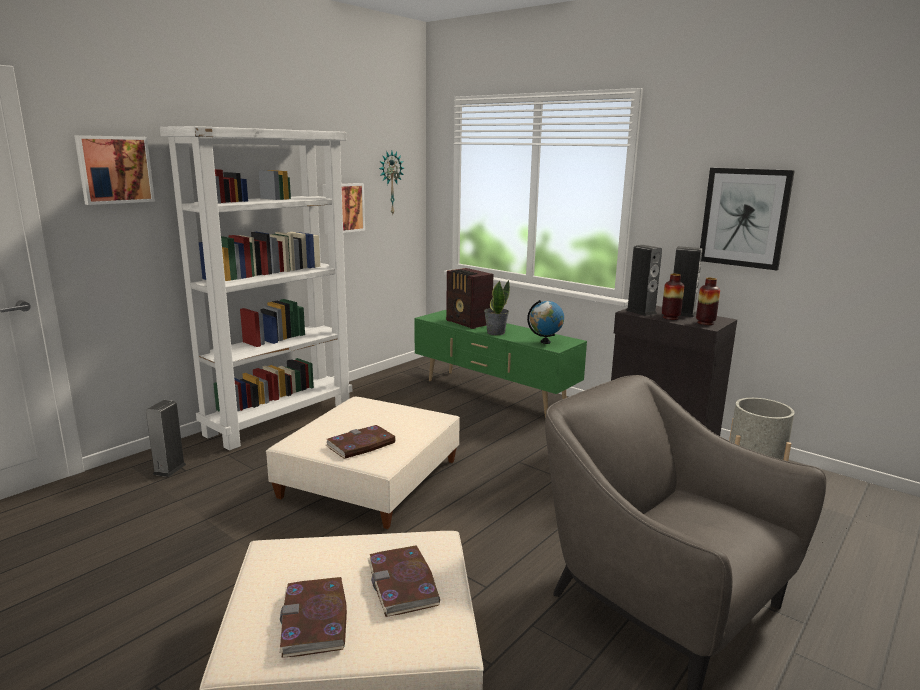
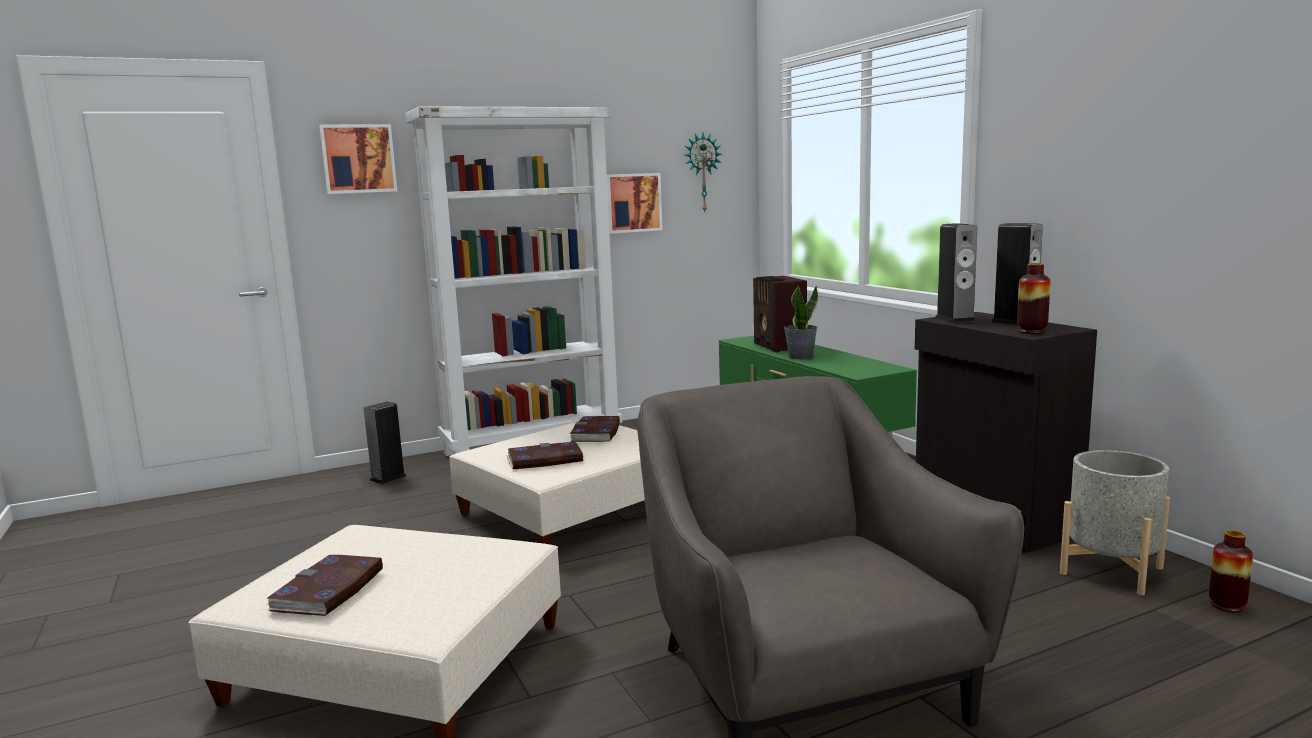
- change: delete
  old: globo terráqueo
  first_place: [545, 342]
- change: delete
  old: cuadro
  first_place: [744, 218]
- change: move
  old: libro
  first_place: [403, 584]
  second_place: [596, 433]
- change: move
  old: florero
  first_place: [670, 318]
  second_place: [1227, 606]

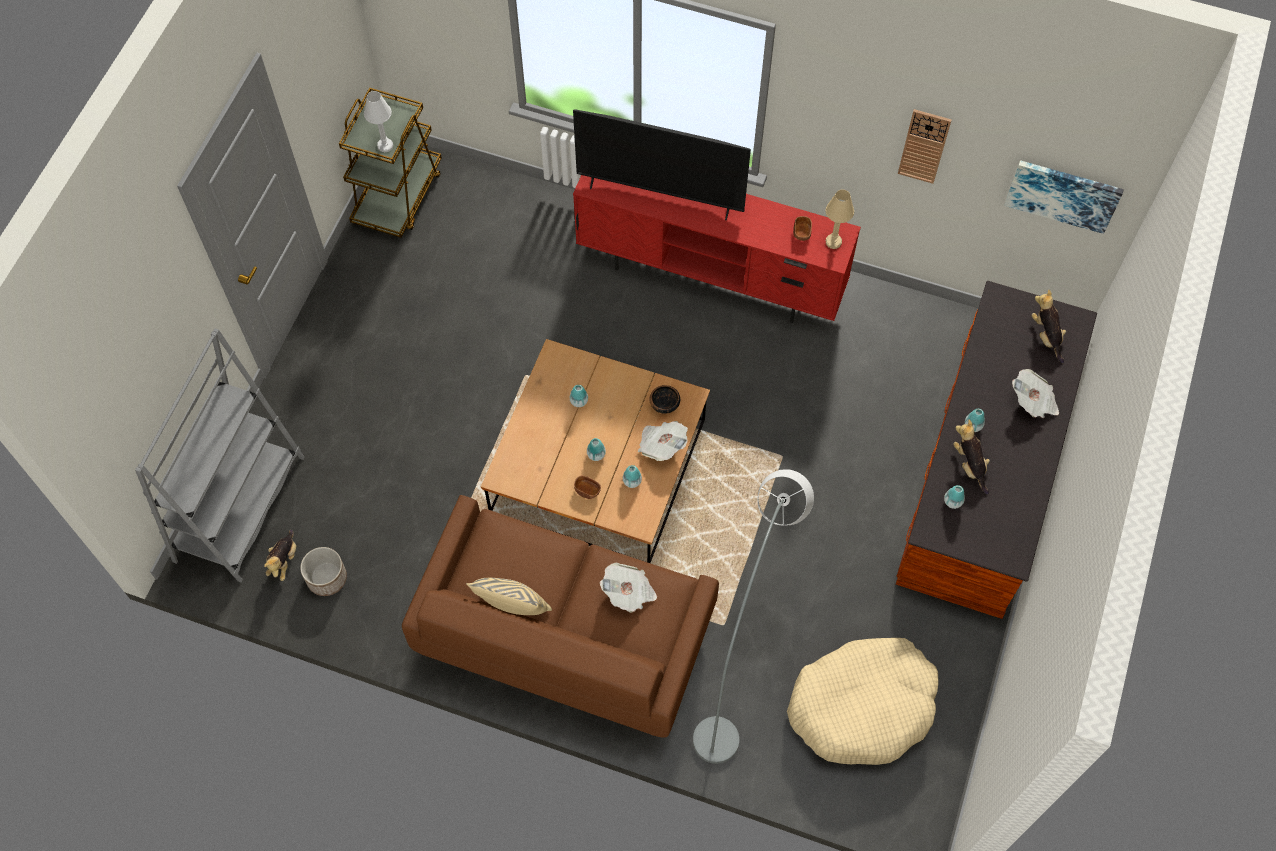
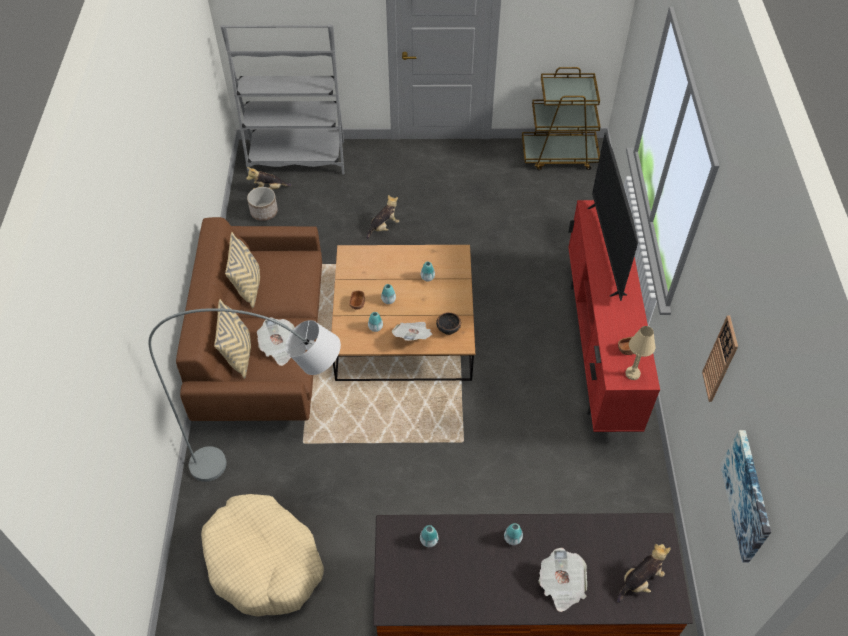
- change: delete
  old: lámpara de mesa [blanco]
  first_place: [385, 146]
- change: insert
  new: cojín [beis]
  second_place: [238, 354]
- change: move
  old: peluche
  first_place: [970, 465]
  second_place: [384, 227]

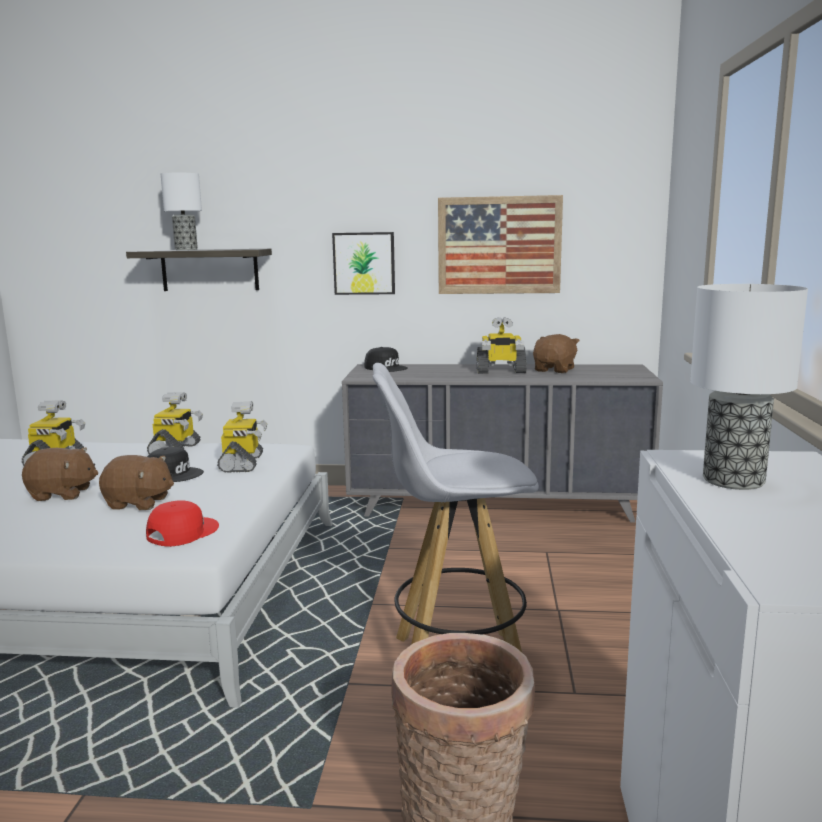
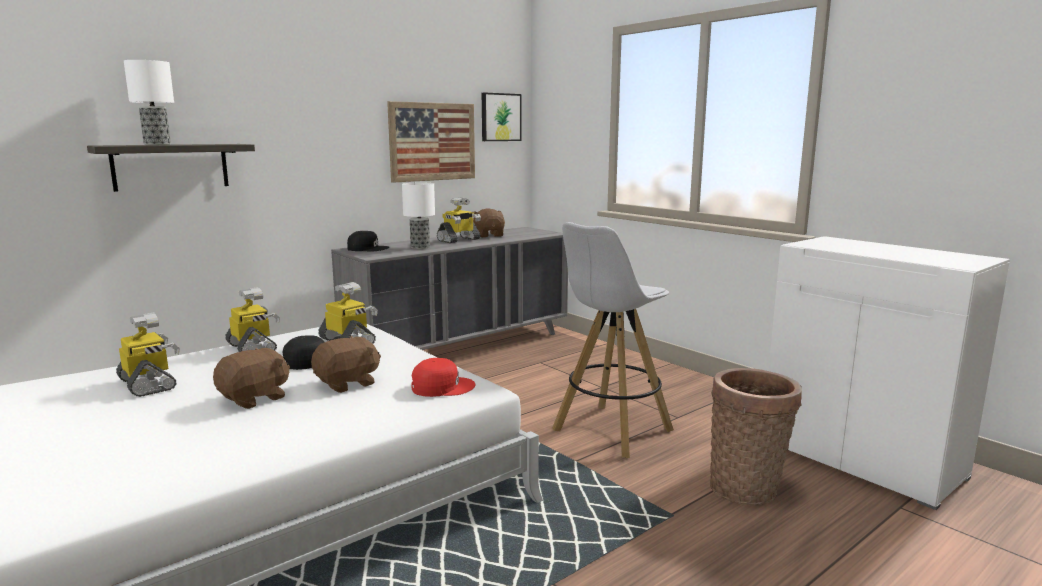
- change: move
  old: cuadro
  first_place: [364, 263]
  second_place: [500, 117]
- change: move
  old: lámpara de mesa
  first_place: [734, 481]
  second_place: [420, 247]
- change: rotate
  old: gorra [rojo]
  first_place: [182, 532]
  second_place: [442, 386]
  degrees: 90

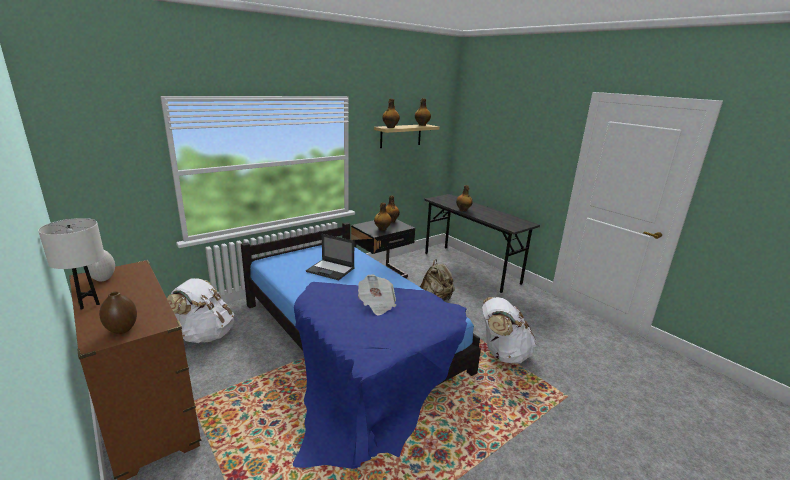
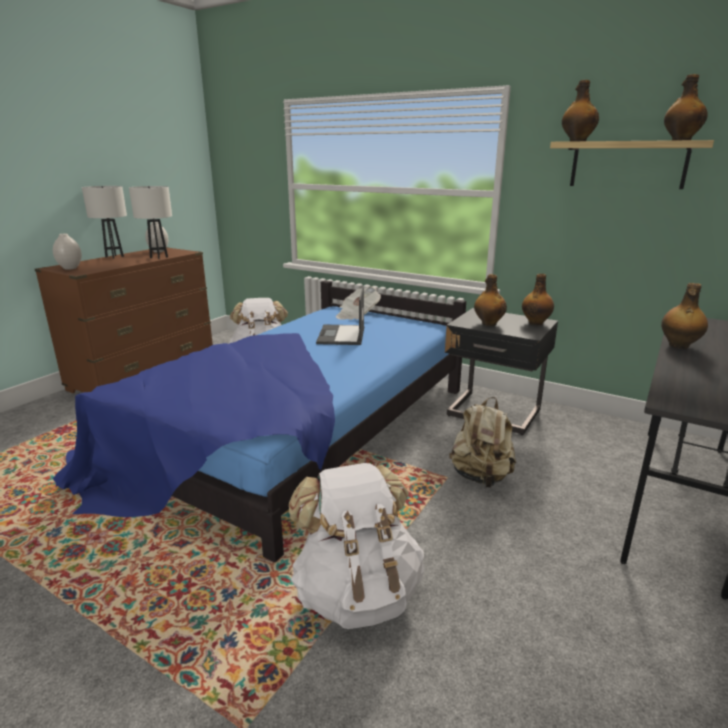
- change: insert
  new: lámpara de mesa [blanco]
  second_place: [159, 257]
- change: move
  old: periódico
  first_place: [376, 304]
  second_place: [357, 315]
- change: recolor
  old: florero [marrón]
  new: florero [blanco]
  first_place: [123, 330]
  second_place: [70, 268]

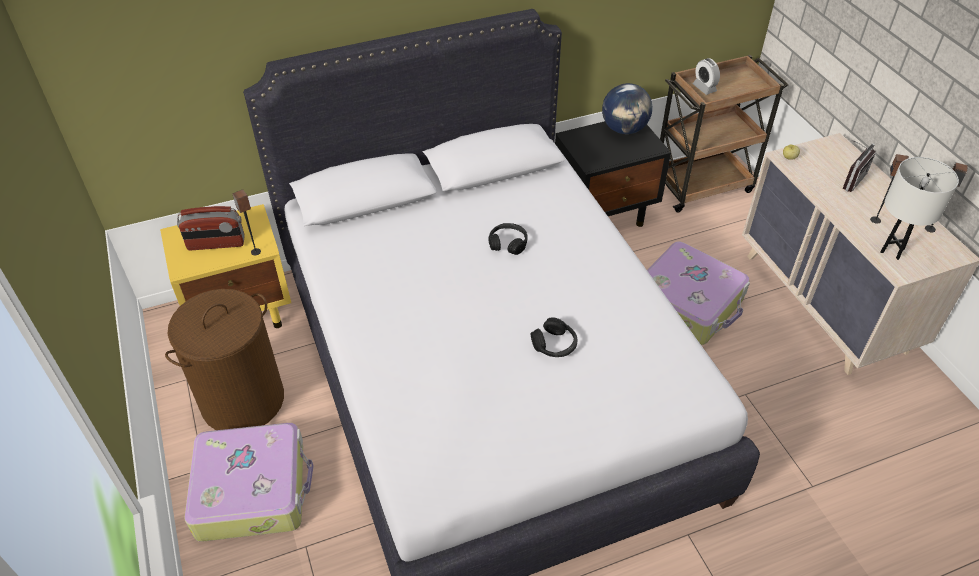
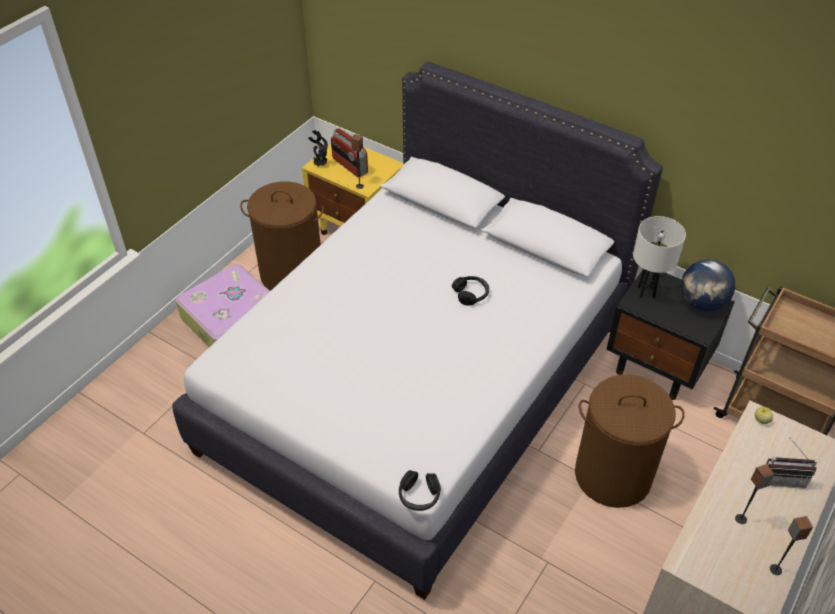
- change: delete
  old: despertador
  first_place: [704, 88]
- change: insert
  new: planta en maceta
  second_place: [320, 165]
- change: move
  old: auriculares [negro]
  first_place: [554, 345]
  second_place: [419, 496]
- change: move
  old: lámpara de mesa [blanco]
  first_place: [892, 251]
  second_place: [646, 292]
- change: replace
  old: maleta
  new: cesto de la ropa [marrón]
  first_place: [688, 303]
  second_place: [613, 474]

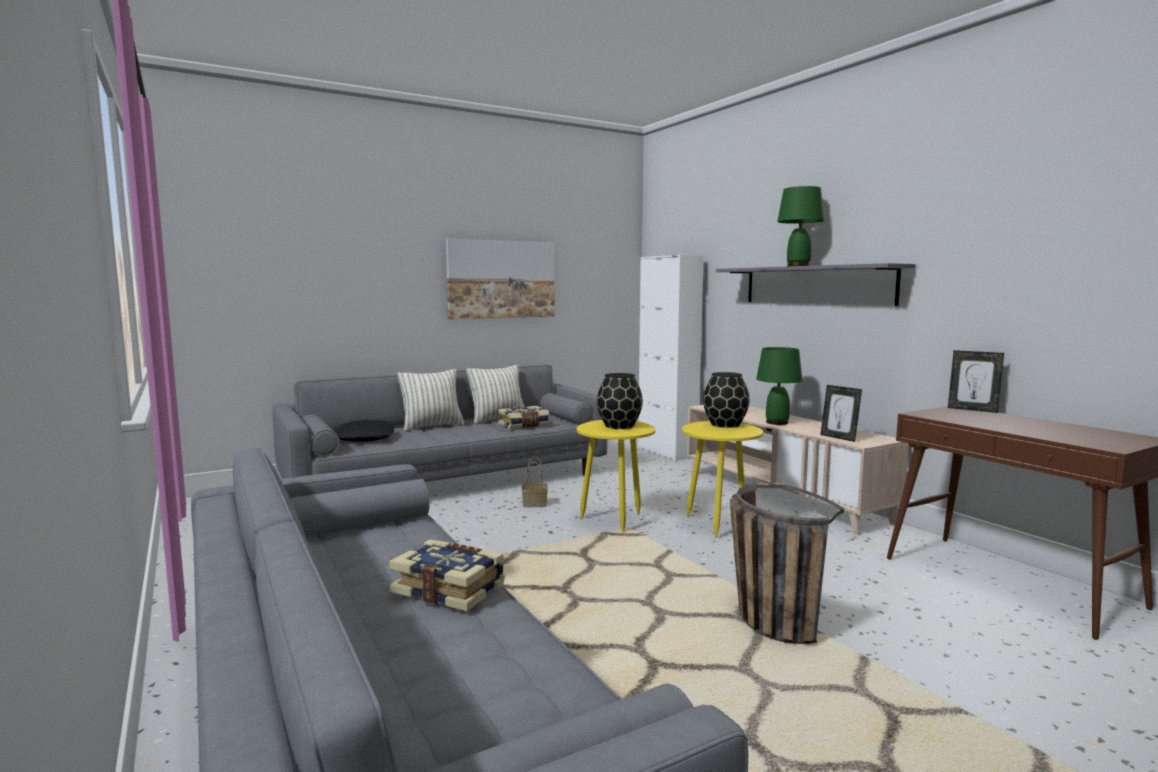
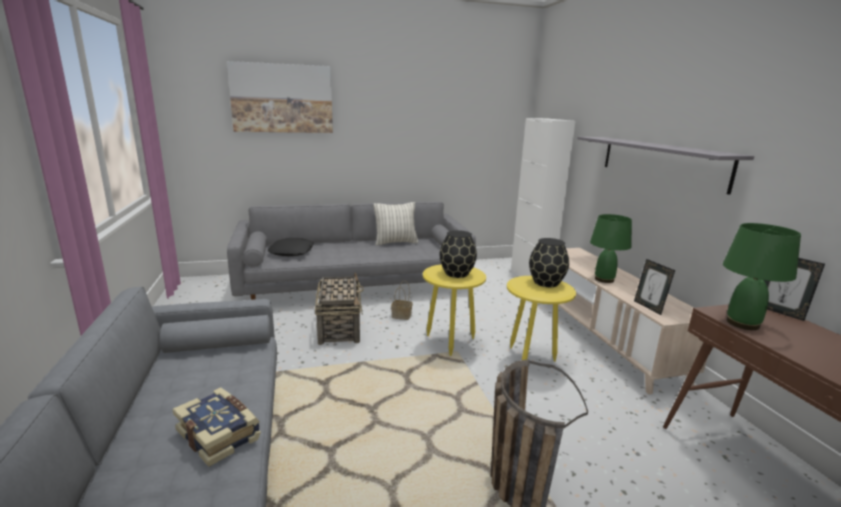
- change: delete
  old: cojín
  first_place: [432, 426]
- change: delete
  old: libro
  first_place: [524, 425]
- change: insert
  new: cesta
  second_place: [339, 327]
- change: move
  old: cuadro
  first_place: [501, 279]
  second_place: [282, 98]
- change: move
  old: lámpara de mesa [verde]
  first_place: [797, 266]
  second_place: [742, 323]

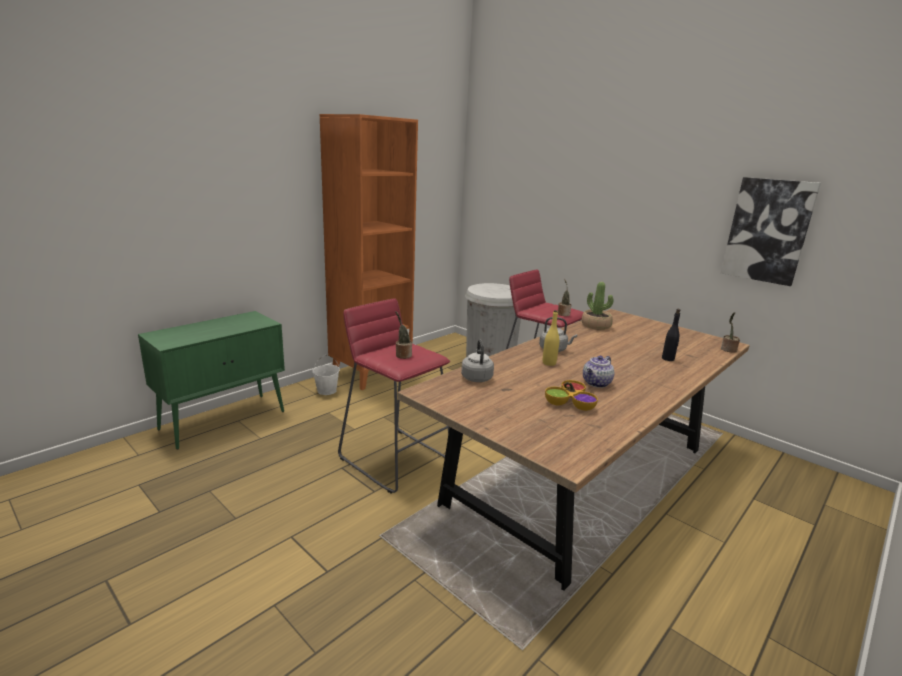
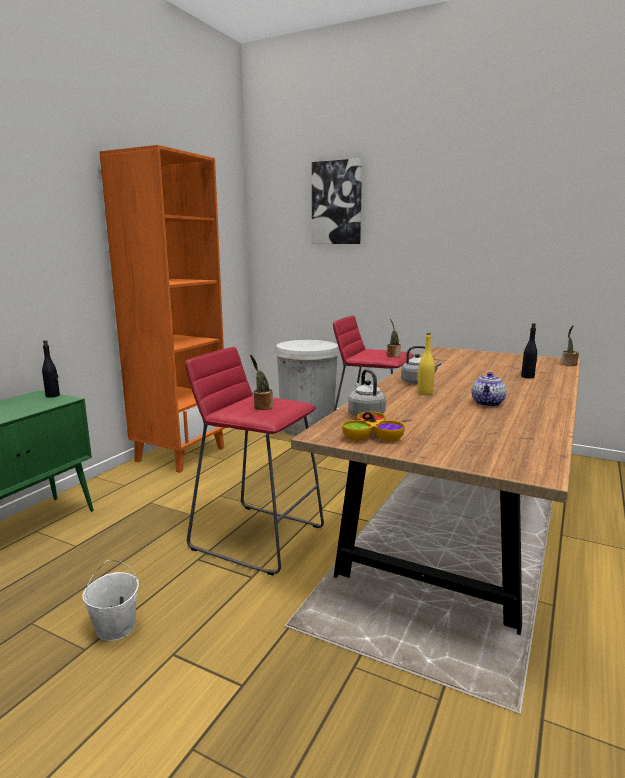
- change: delete
  old: planta en maceta
  first_place: [596, 325]
- change: insert
  new: botella [negro]
  second_place: [53, 395]
- change: move
  old: cubo [blanco]
  first_place: [327, 391]
  second_place: [115, 627]
- change: move
  old: cuenco
  first_place: [570, 402]
  second_place: [372, 436]
- change: move
  old: cuadro
  first_place: [768, 230]
  second_place: [337, 203]

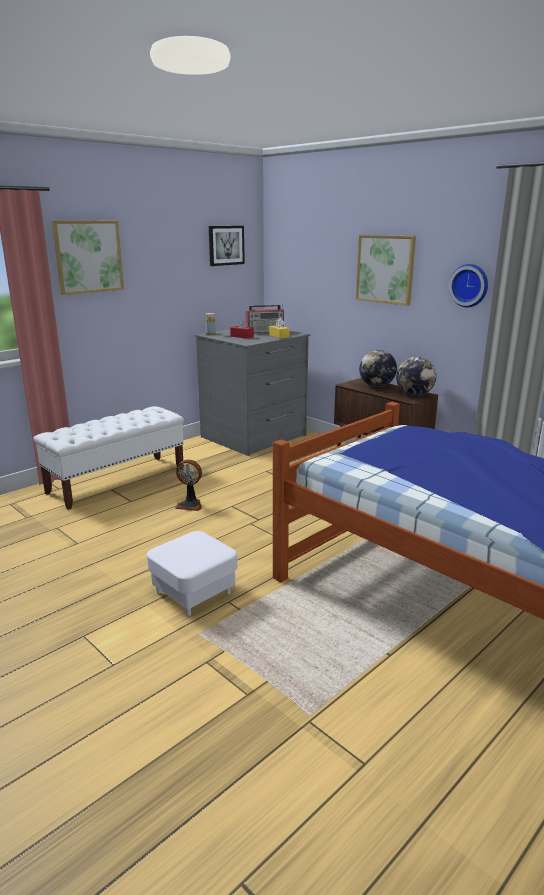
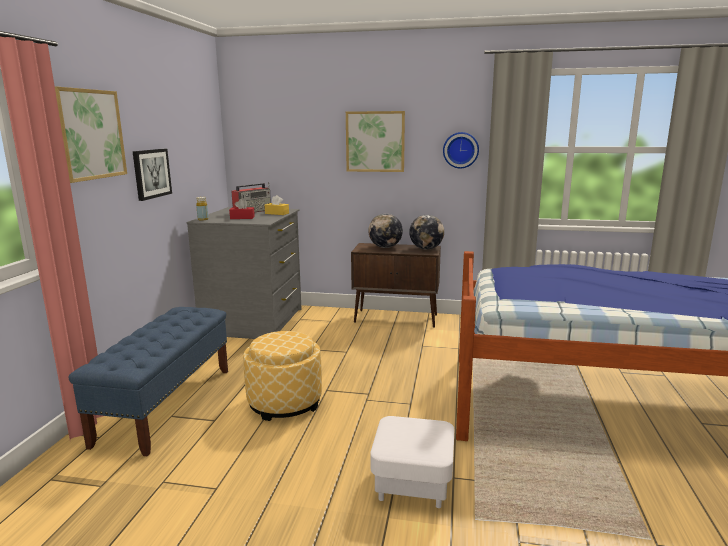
- change: move
  old: cuadro
  first_place: [226, 245]
  second_place: [151, 173]
- change: replace
  old: ventilador
  new: puf
  first_place: [190, 505]
  second_place: [285, 402]
- change: recolor
  old: banco [blanco]
  new: banco [azul]
  first_place: [117, 481]
  second_place: [166, 404]

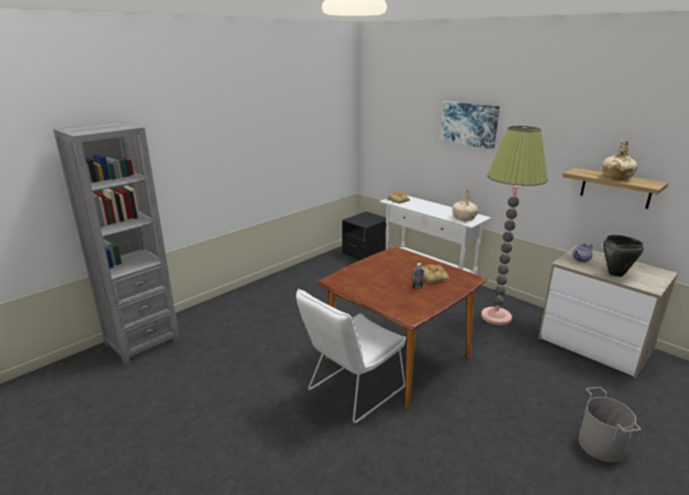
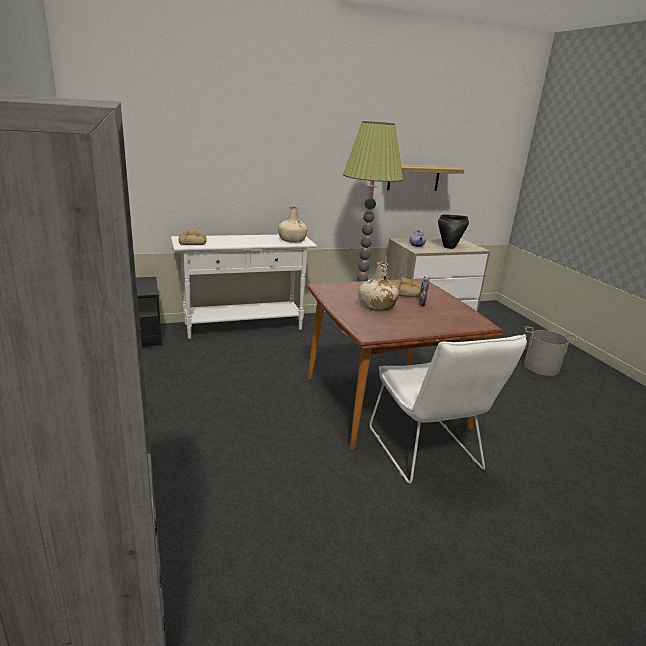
- change: delete
  old: cuadro
  first_place: [469, 124]
- change: move
  old: botella [beis]
  first_place: [616, 177]
  second_place: [376, 307]

